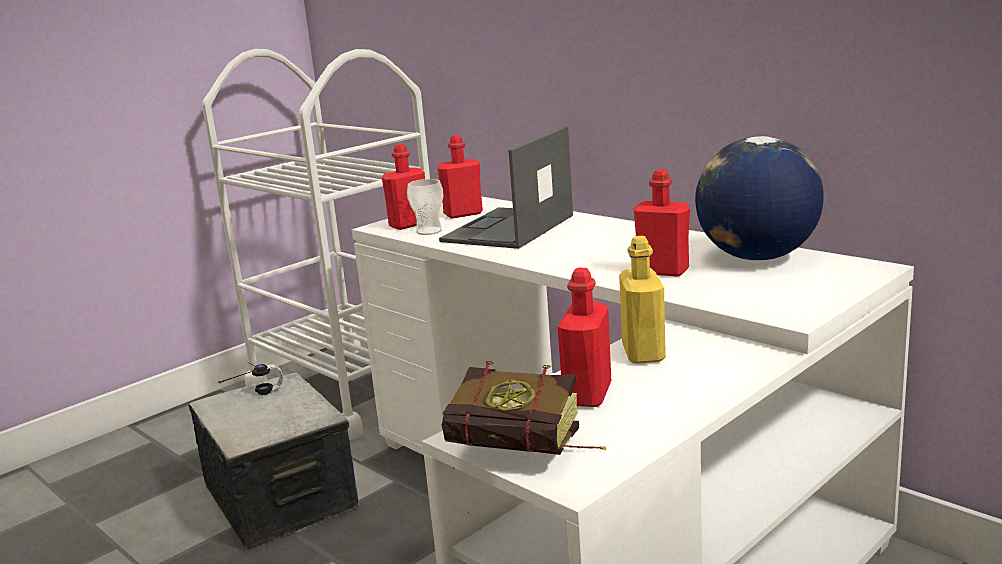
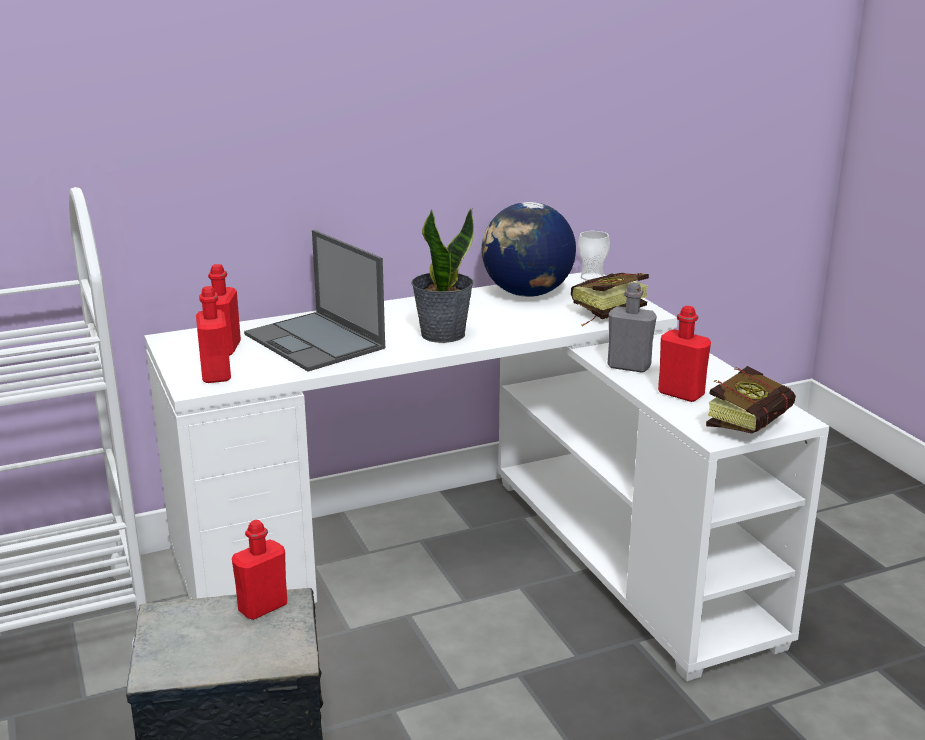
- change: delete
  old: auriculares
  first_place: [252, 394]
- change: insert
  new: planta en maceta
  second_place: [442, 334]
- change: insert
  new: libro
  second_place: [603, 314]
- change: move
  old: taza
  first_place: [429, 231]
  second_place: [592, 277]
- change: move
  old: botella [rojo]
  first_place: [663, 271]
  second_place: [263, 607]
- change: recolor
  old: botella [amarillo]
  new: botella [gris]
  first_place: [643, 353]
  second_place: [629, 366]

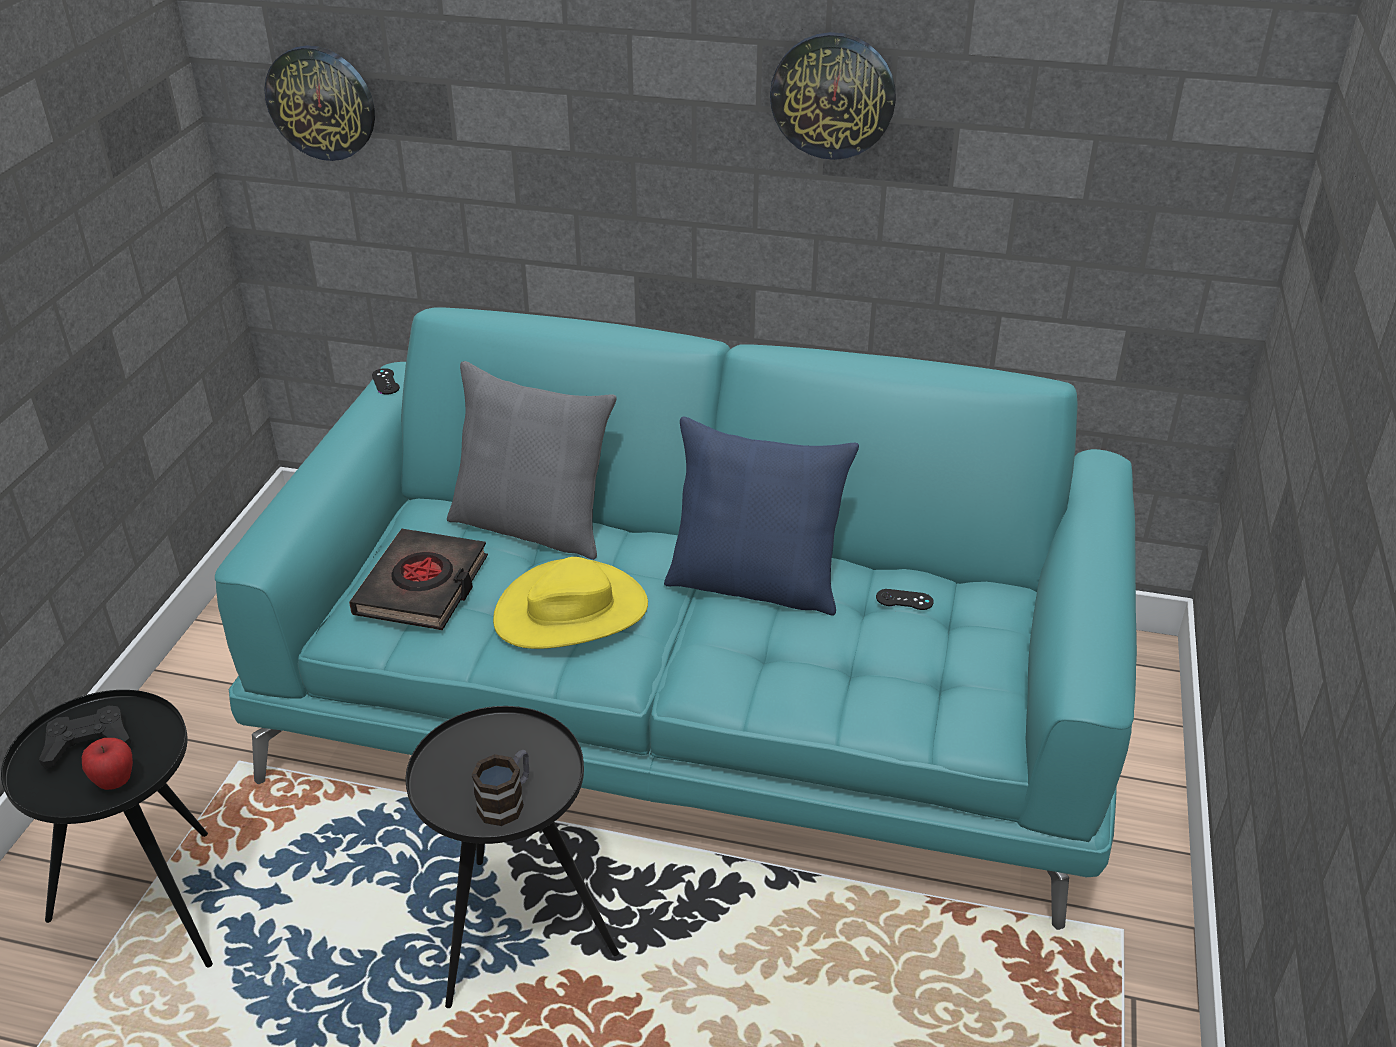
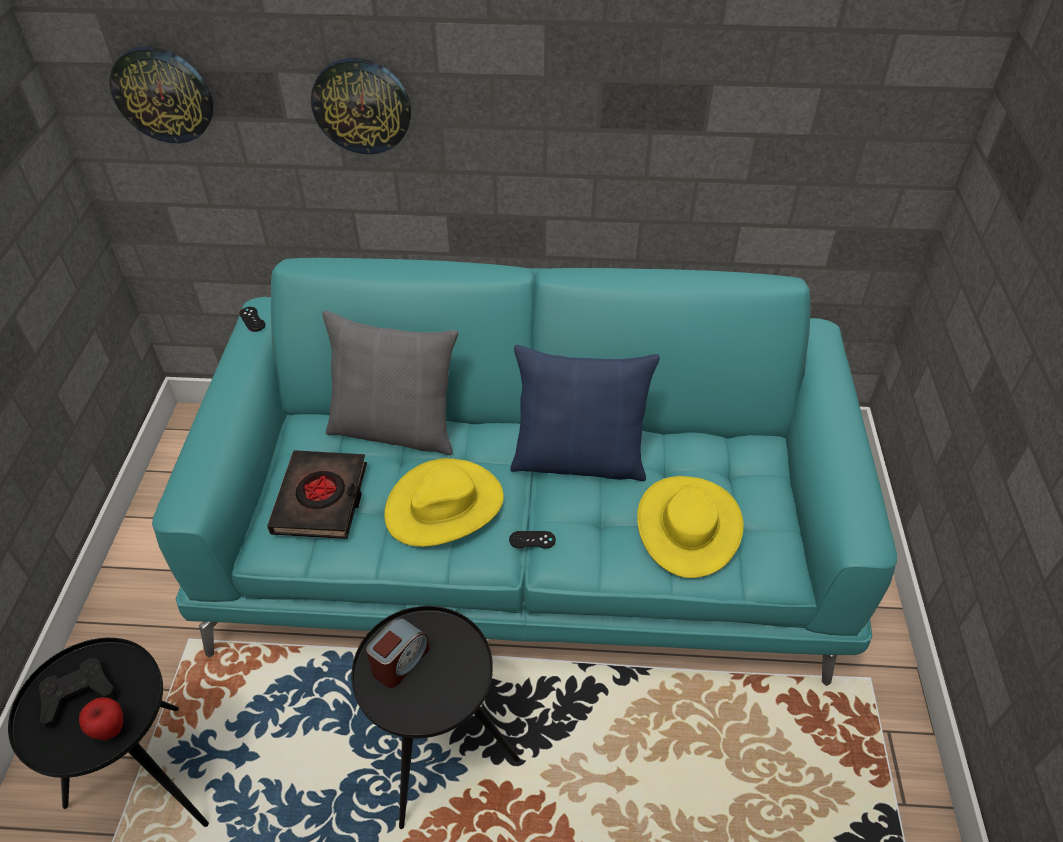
- change: delete
  old: taza grande
  first_place: [507, 801]
- change: insert
  new: despertador
  second_place: [400, 661]
- change: insert
  new: sombrero [amarillo]
  second_place: [688, 526]
- change: move
  old: reloj de pared
  first_place: [833, 95]
  second_place: [362, 105]
- change: move
  old: mando de consola [negro]
  first_place: [904, 600]
  second_place: [532, 540]

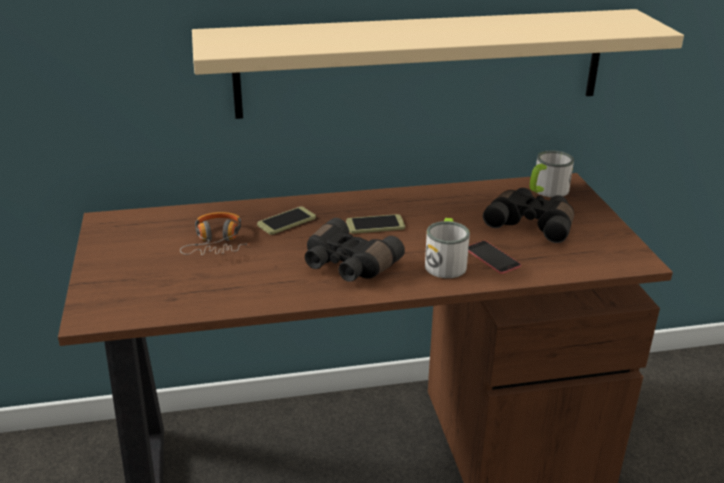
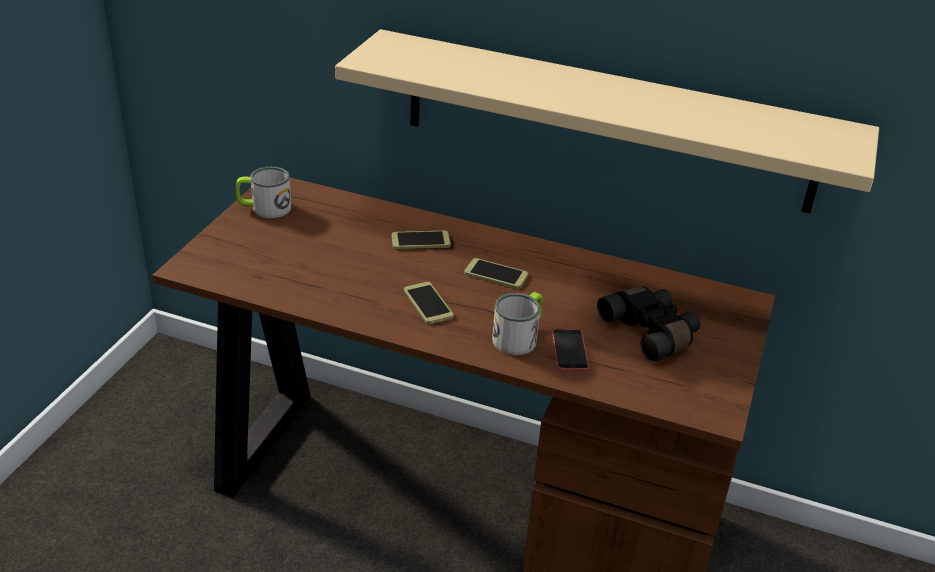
- change: delete
  old: auriculares
  first_place: [217, 242]
- change: move
  old: taza grande
  first_place: [546, 191]
  second_place: [264, 208]
- change: replace
  old: prismáticos [negro]
  new: móvil
  first_place: [347, 265]
  second_place: [428, 303]

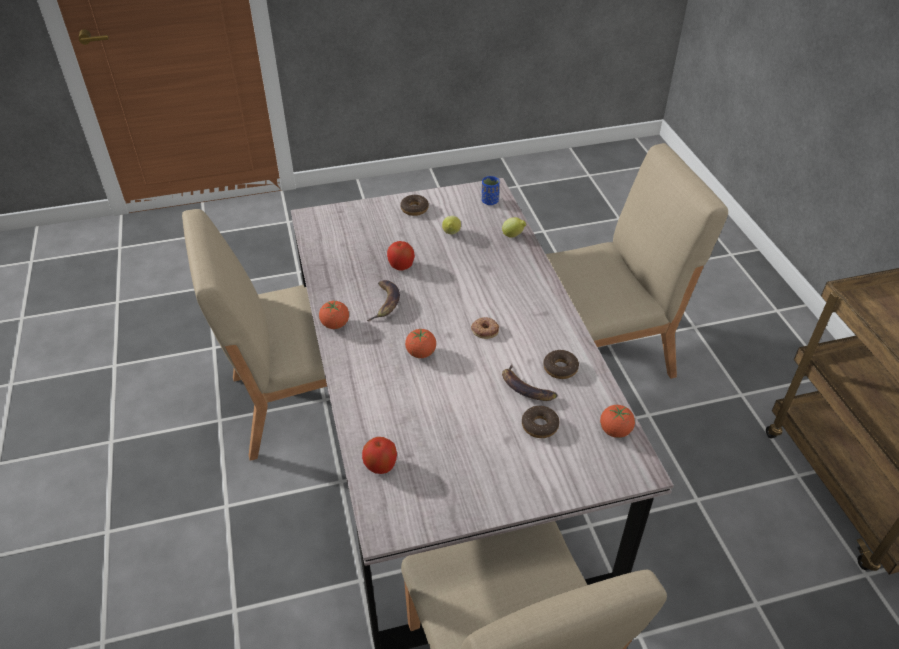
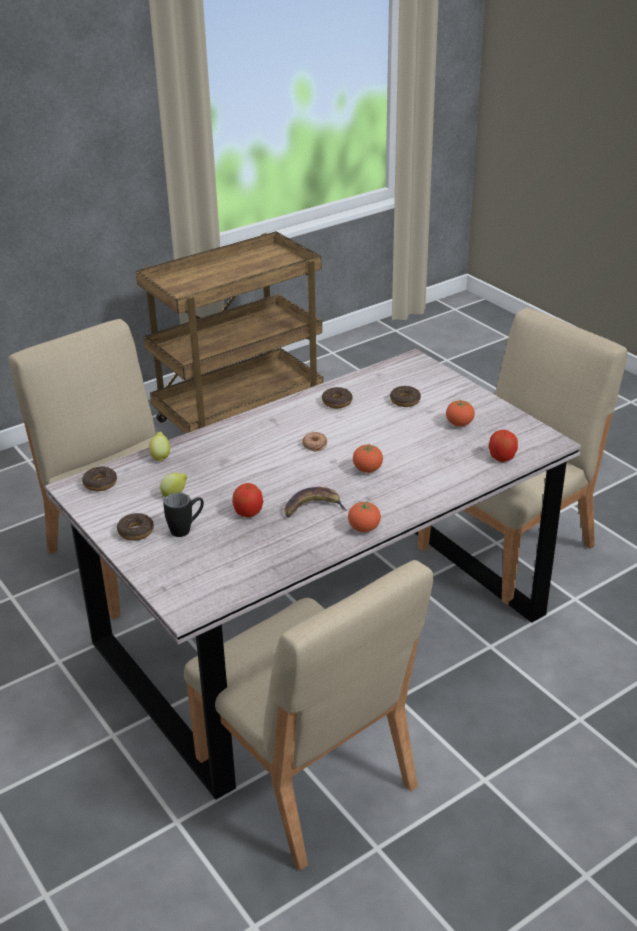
- change: delete
  old: plátano
  first_place: [525, 388]
- change: insert
  new: taza grande [negro]
  second_place: [186, 529]
- change: move
  old: tomate
  first_place: [615, 431]
  second_place: [459, 424]
- change: replace
  old: taza [azul]
  new: rosquilla
  first_place: [490, 201]
  second_place: [100, 483]

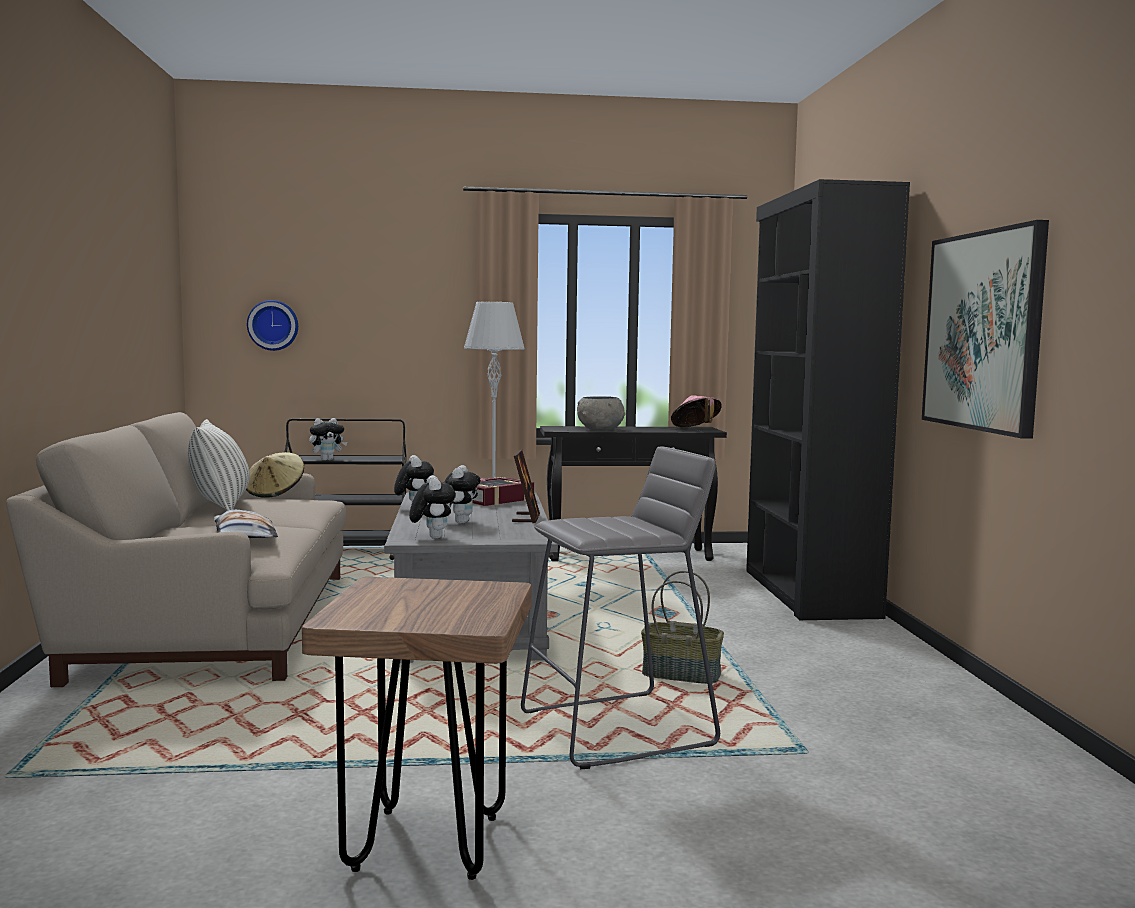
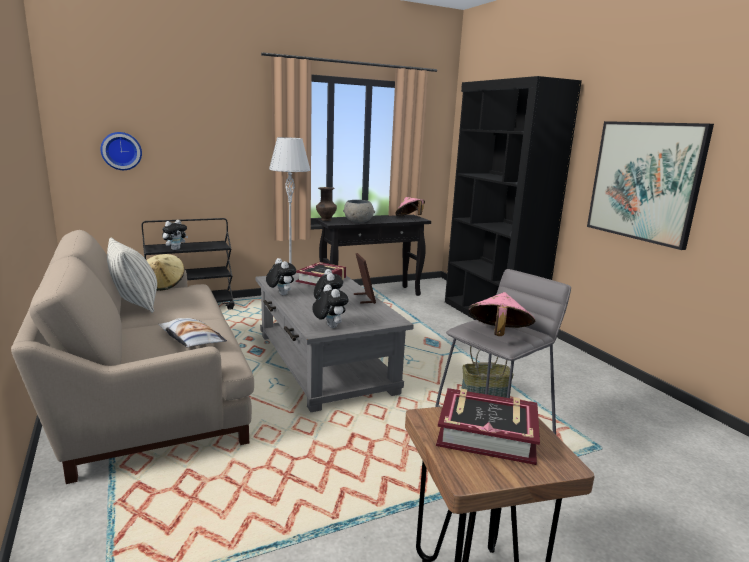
- change: insert
  new: florero [marrón]
  second_place: [326, 220]
- change: insert
  new: libro
  second_place: [487, 434]
- change: insert
  new: sombrero [rosa]
  second_place: [498, 335]

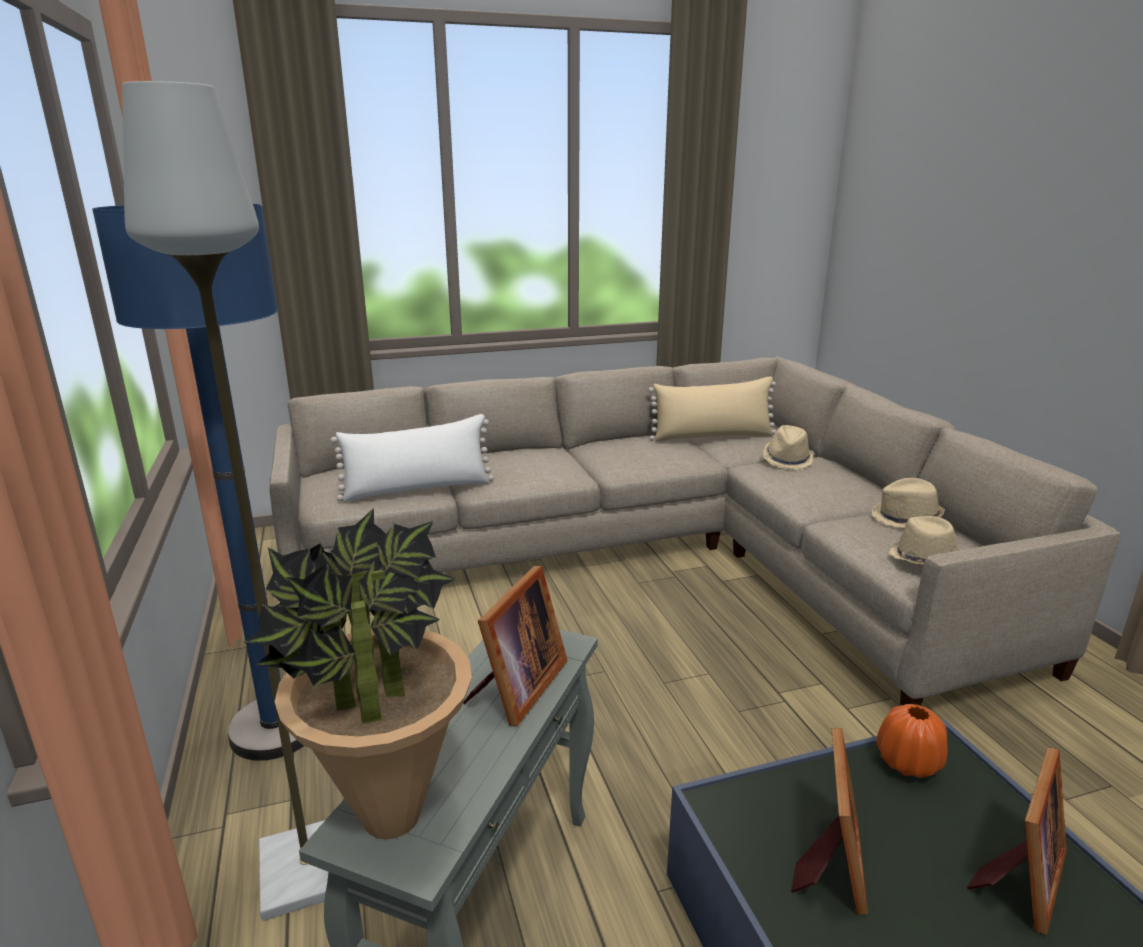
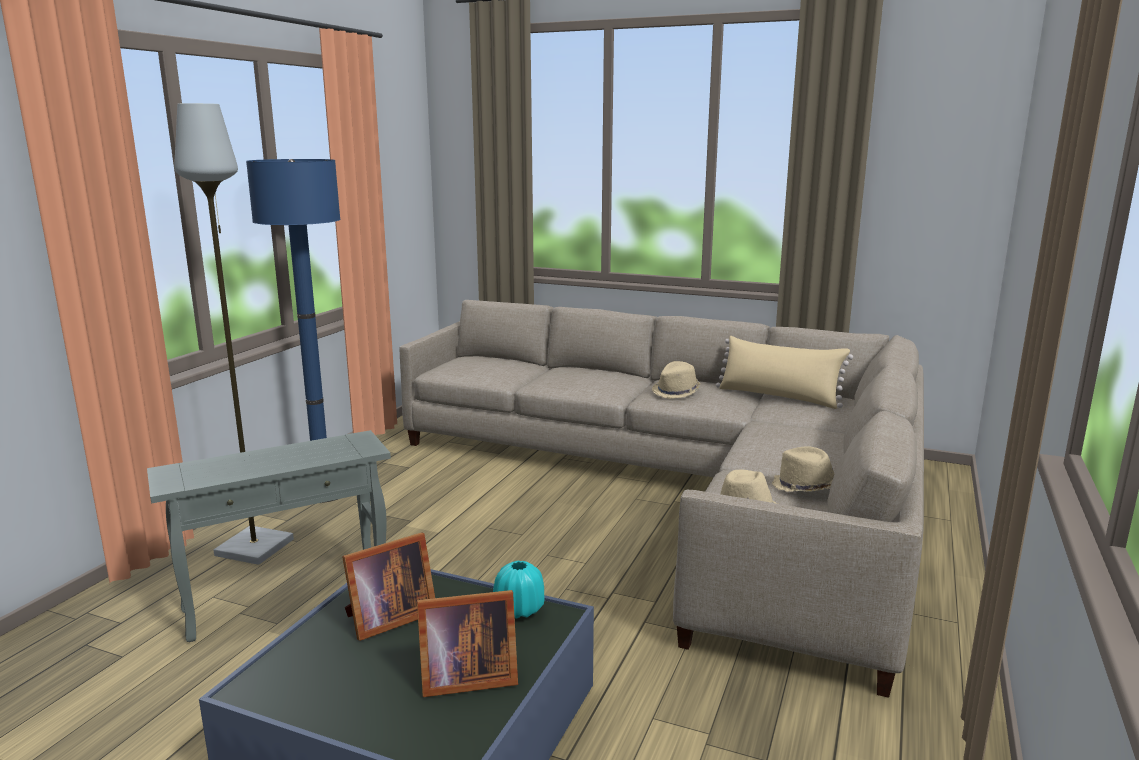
- change: delete
  old: planta en maceta
  first_place: [390, 817]
- change: delete
  old: cojín [blanco]
  first_place: [418, 489]
- change: delete
  old: portarretratos
  first_place: [516, 688]
- change: move
  old: sombrero [beis]
  first_place: [787, 460]
  second_place: [676, 392]
- change: recolor
  old: florero [naranja]
  new: florero [turquesa]
  first_place: [908, 762]
  second_place: [519, 609]

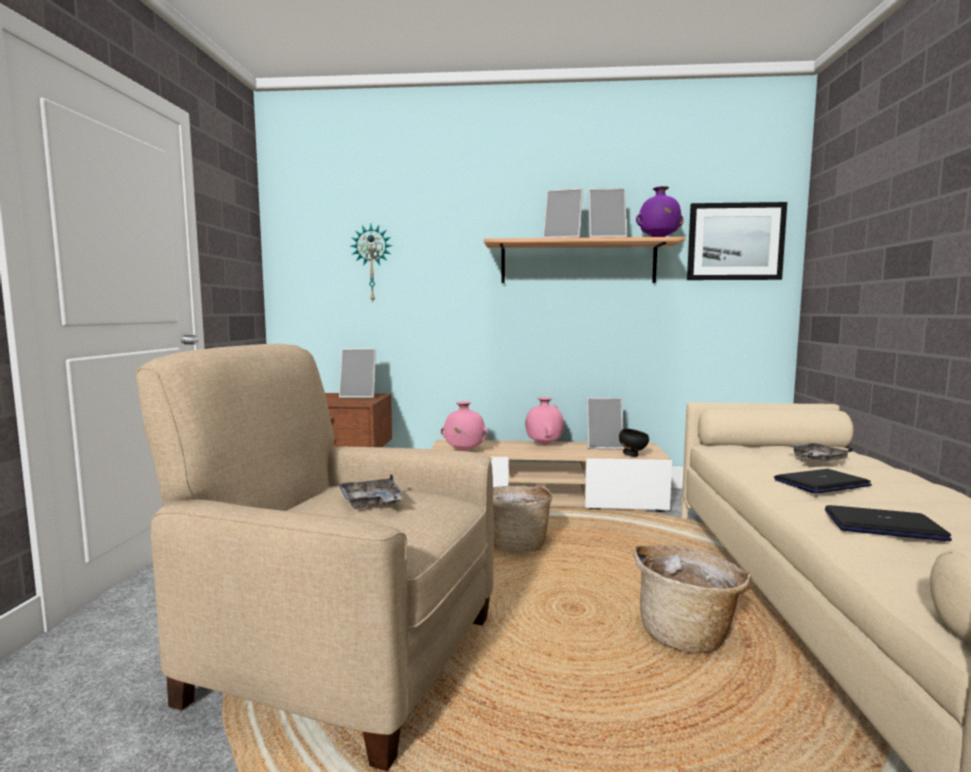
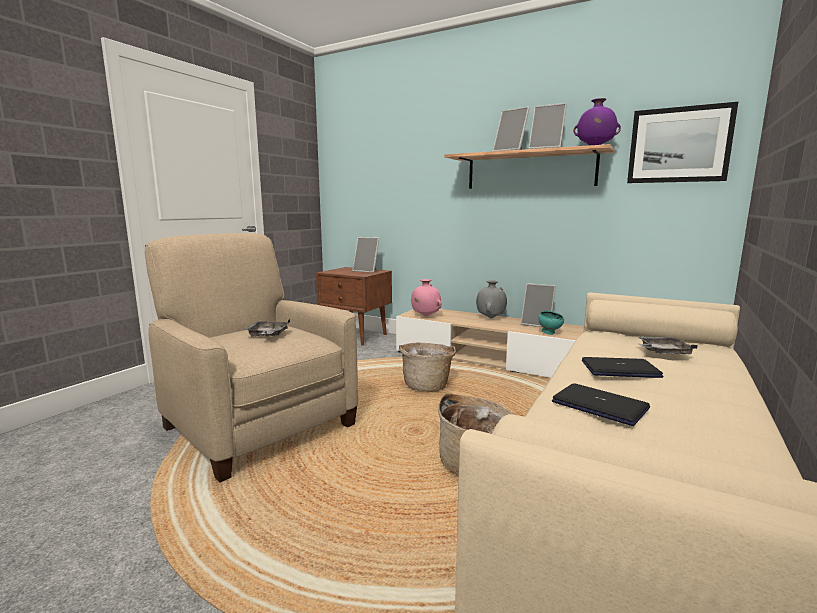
- change: delete
  old: reloj de pared
  first_place: [372, 263]
- change: recolor
  old: florero [rosa]
  new: florero [gris]
  first_place: [544, 445]
  second_place: [490, 318]
- change: recolor
  old: cuenco [negro]
  new: cuenco [turquesa]
  first_place: [633, 455]
  second_place: [550, 333]

